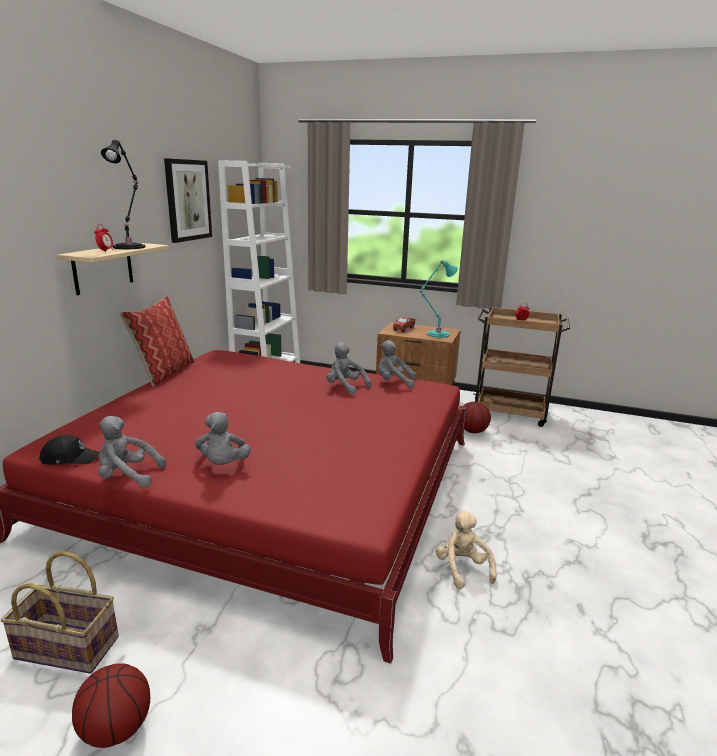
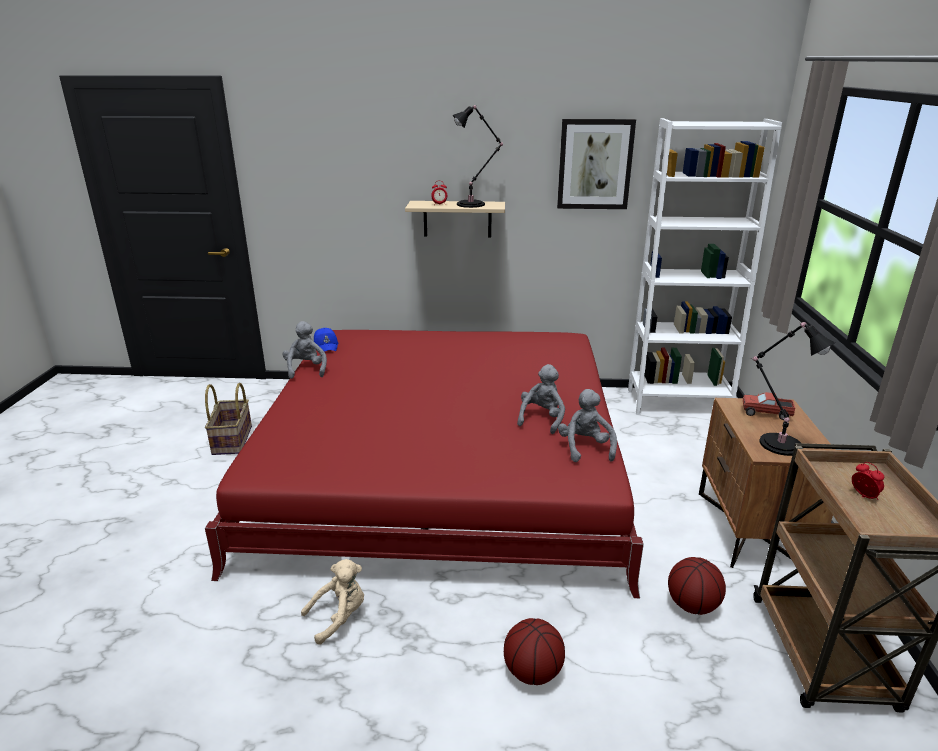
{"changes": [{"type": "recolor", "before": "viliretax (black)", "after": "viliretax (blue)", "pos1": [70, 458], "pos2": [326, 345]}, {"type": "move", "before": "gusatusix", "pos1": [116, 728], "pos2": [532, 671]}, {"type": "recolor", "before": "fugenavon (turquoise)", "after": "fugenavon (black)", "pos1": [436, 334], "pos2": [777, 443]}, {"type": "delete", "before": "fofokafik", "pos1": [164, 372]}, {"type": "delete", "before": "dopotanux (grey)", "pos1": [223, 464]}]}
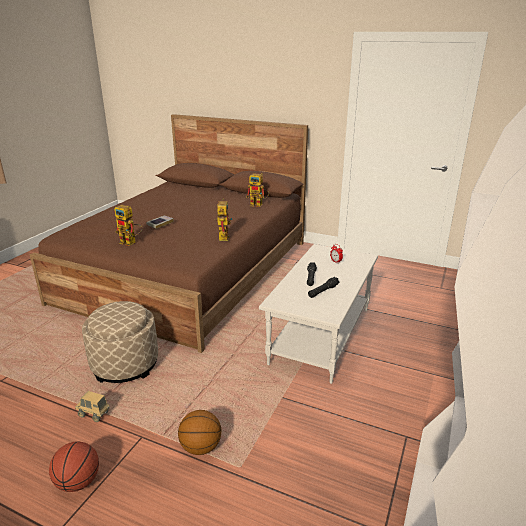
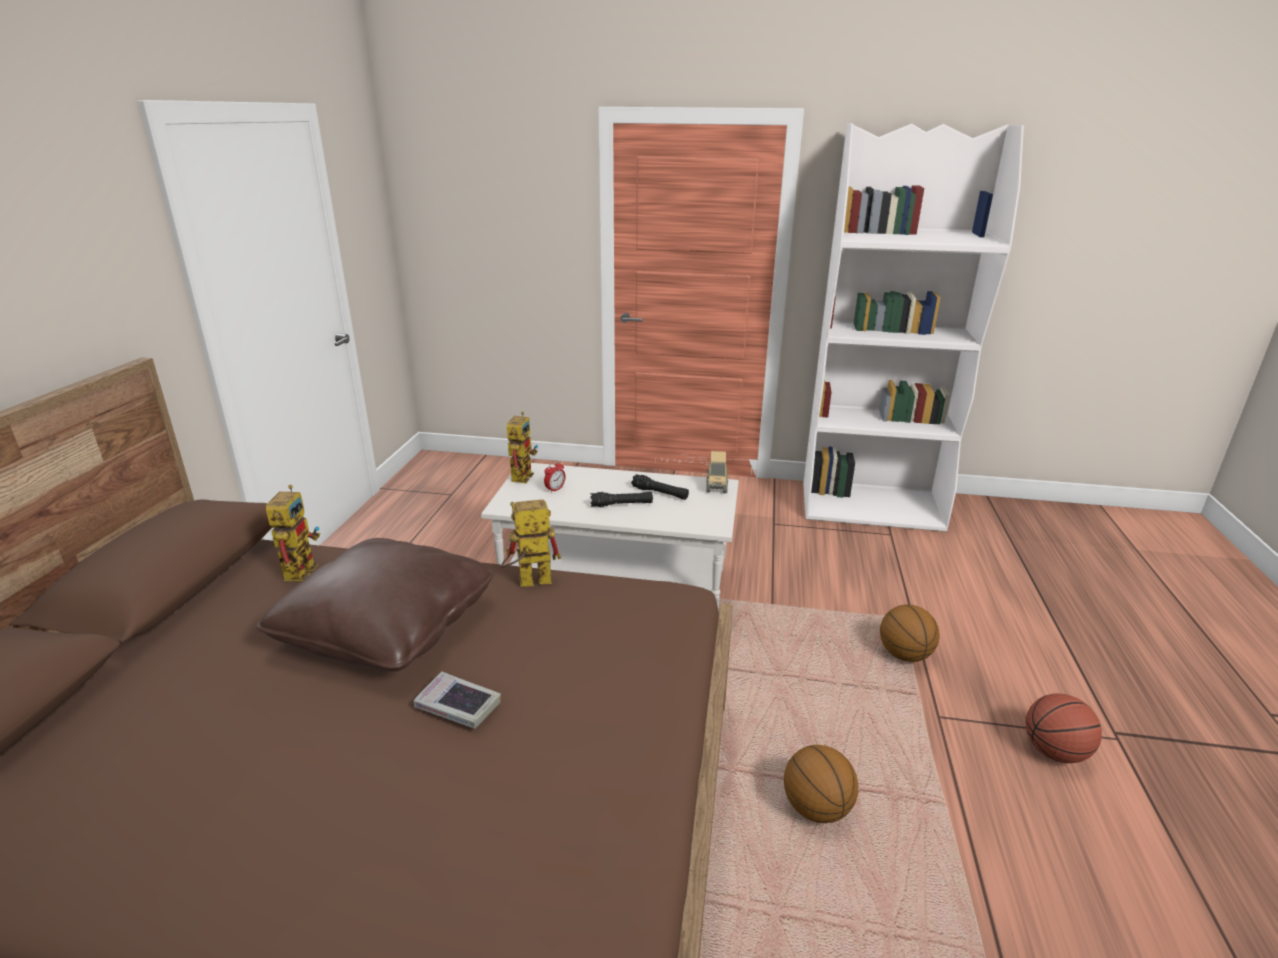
{"changes": [{"type": "insert", "after": "fofokafik (brown)", "pos2": [387, 627]}, {"type": "move", "before": "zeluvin", "pos1": [131, 243], "pos2": [522, 475]}, {"type": "move", "before": "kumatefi", "pos1": [94, 414], "pos2": [716, 486]}, {"type": "replace", "before": "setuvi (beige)", "after": "gusatusix", "pos1": [125, 364], "pos2": [816, 808]}]}
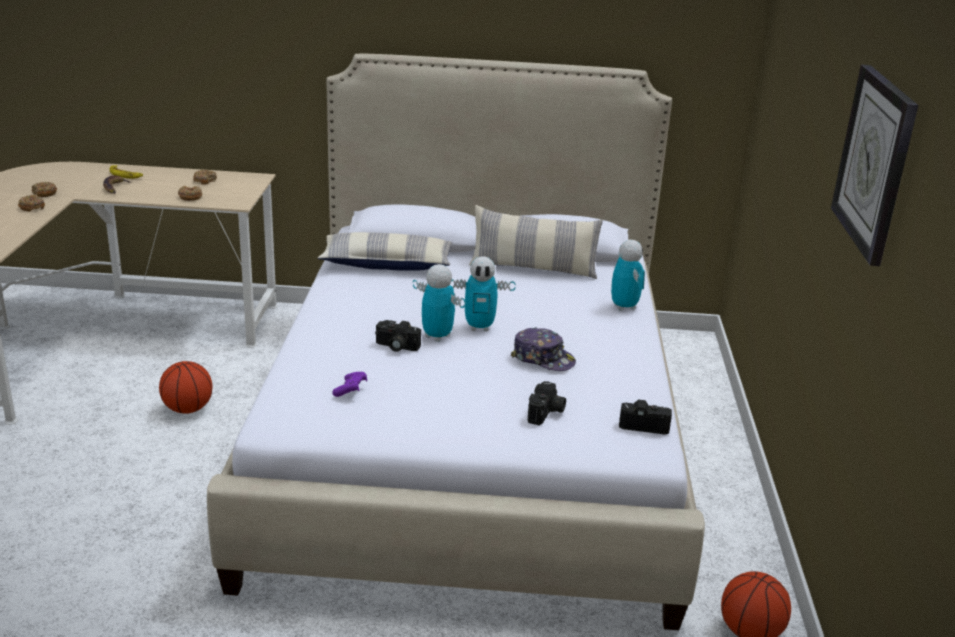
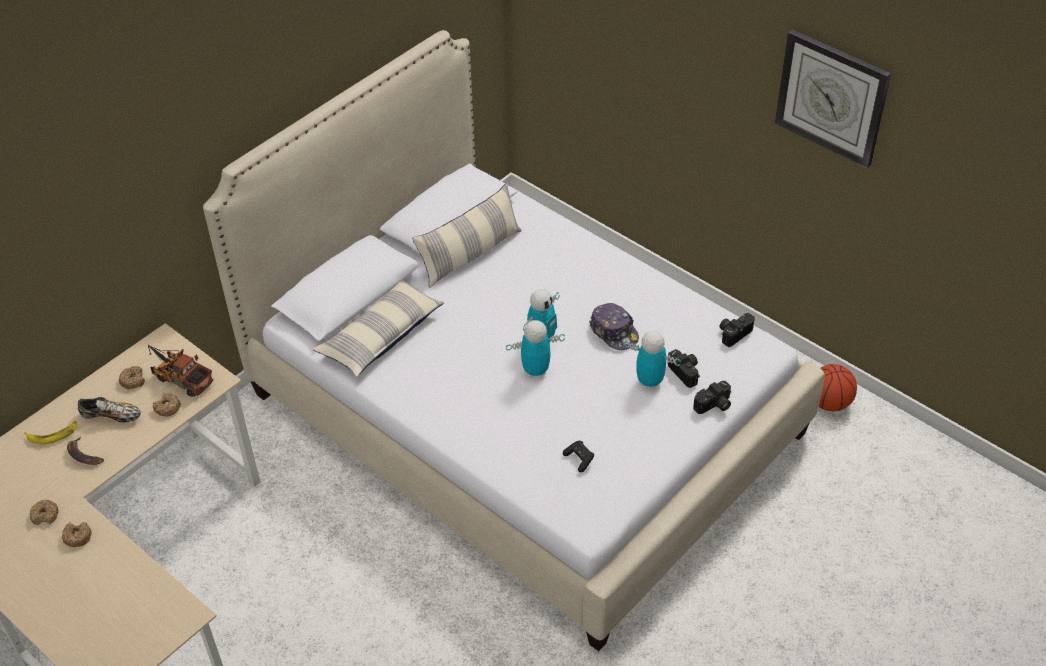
{"changes": [{"type": "insert", "after": "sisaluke", "pos2": [111, 416]}, {"type": "insert", "after": "kumatefi", "pos2": [180, 378]}, {"type": "recolor", "before": "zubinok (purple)", "after": "zubinok (black)", "pos1": [351, 390], "pos2": [579, 459]}, {"type": "rotate", "before": "viliretax", "pos1": [543, 359], "pos2": [614, 332], "turn": 75}, {"type": "move", "before": "zeluvin", "pos1": [624, 307], "pos2": [649, 382]}, {"type": "move", "before": "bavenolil", "pos1": [396, 346], "pos2": [714, 406]}, {"type": "delete", "before": "gusatusix", "pos1": [187, 409]}]}
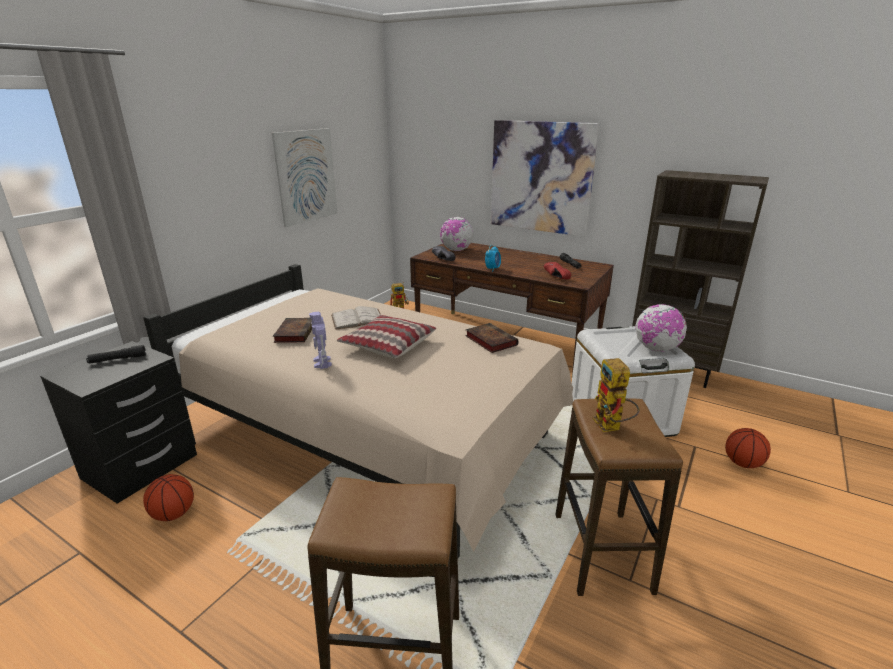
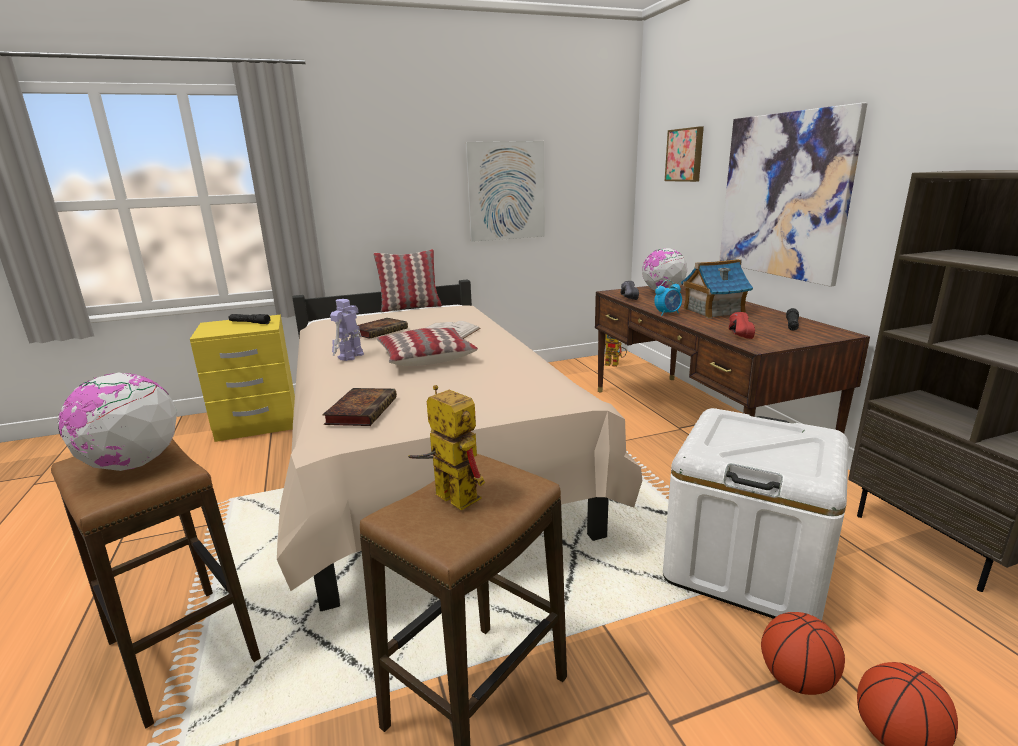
{"changes": [{"type": "move", "before": "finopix", "pos1": [656, 349], "pos2": [132, 464]}, {"type": "recolor", "before": "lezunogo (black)", "after": "lezunogo (yellow)", "pos1": [141, 467], "pos2": [258, 424]}, {"type": "move", "before": "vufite", "pos1": [489, 340], "pos2": [362, 410]}, {"type": "insert", "after": "fofokafik", "pos2": [410, 307]}, {"type": "rotate", "before": "zeluvin", "pos1": [611, 427], "pos2": [448, 495], "turn": 105}, {"type": "insert", "after": "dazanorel", "pos2": [685, 155]}, {"type": "insert", "after": "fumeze", "pos2": [713, 311]}, {"type": "move", "before": "gusatusix", "pos1": [173, 514], "pos2": [795, 679]}]}
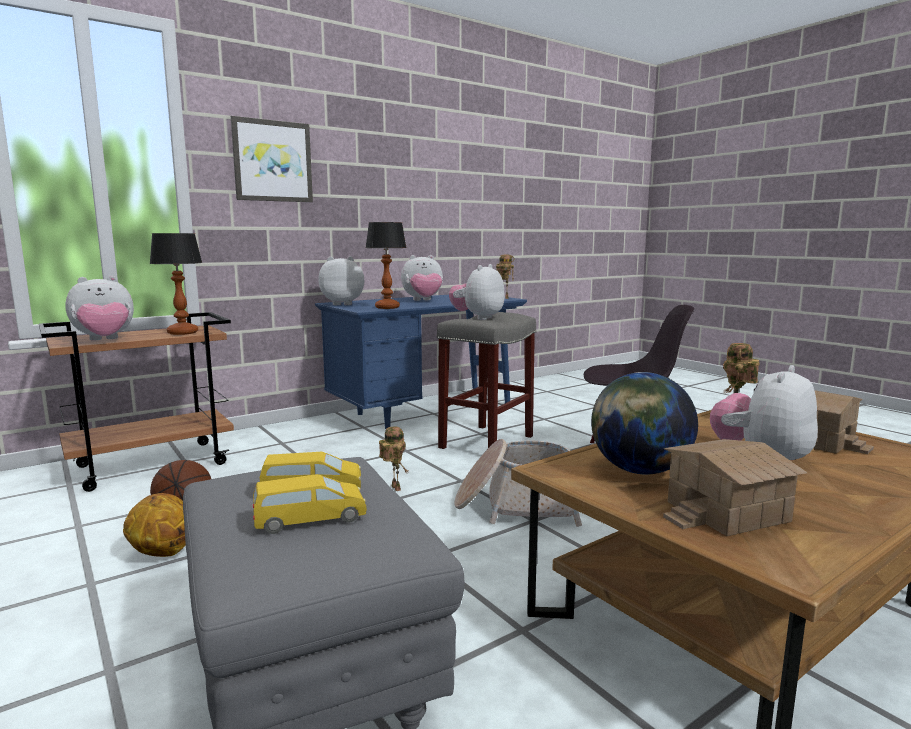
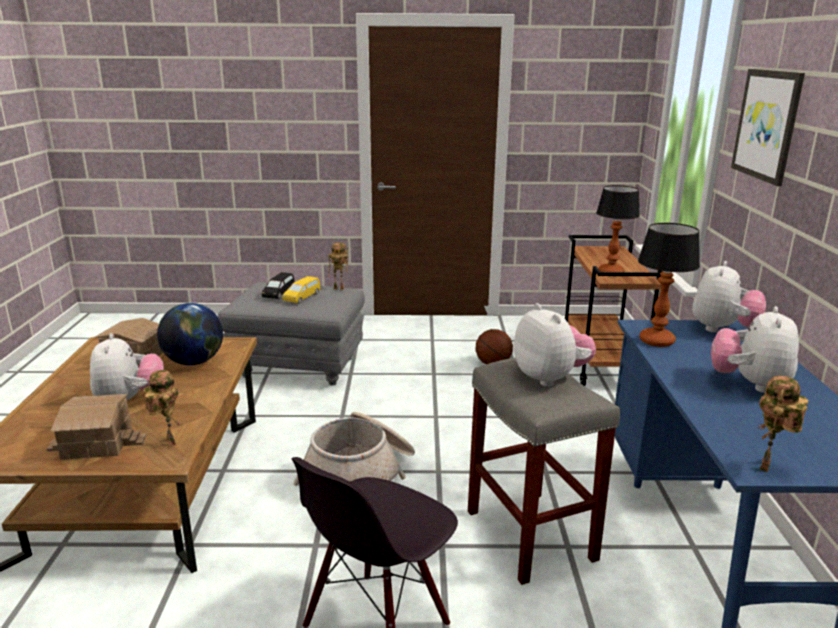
{"changes": [{"type": "recolor", "before": "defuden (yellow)", "after": "defuden (black)", "pos1": [310, 519], "pos2": [279, 293]}, {"type": "move", "before": "zeluvin", "pos1": [394, 488], "pos2": [339, 288]}, {"type": "delete", "before": "dopotanux", "pos1": [104, 340]}, {"type": "delete", "before": "gusatusix", "pos1": [162, 553]}]}
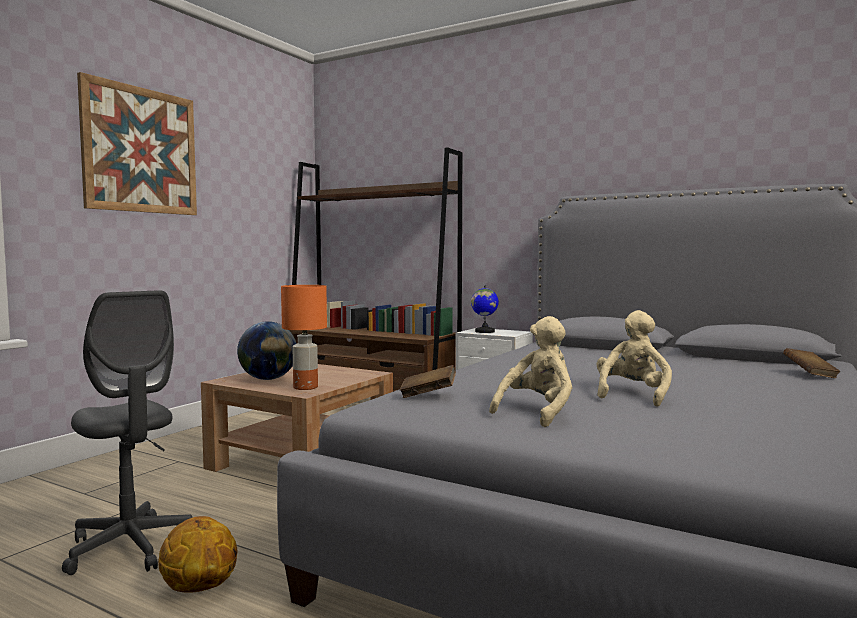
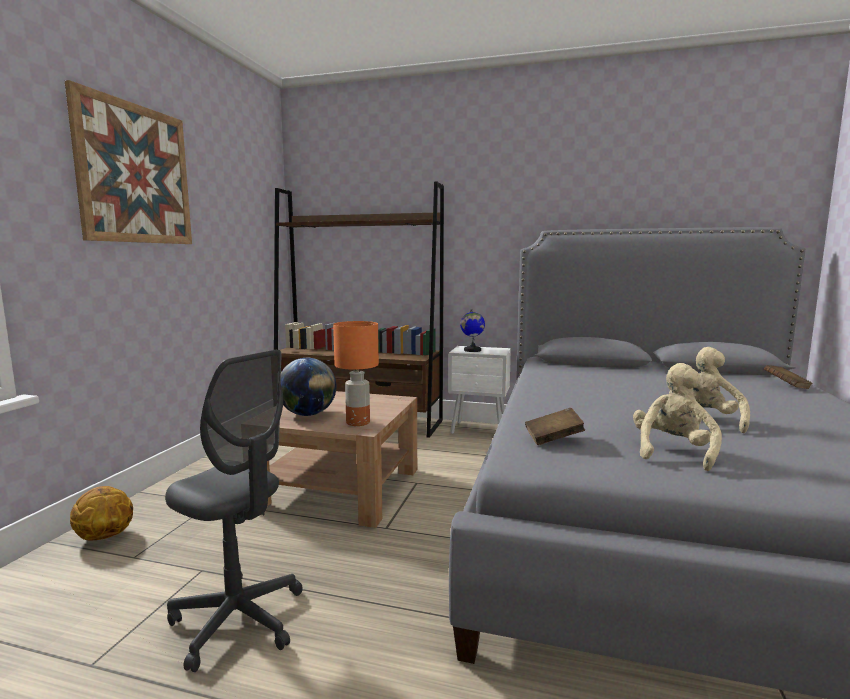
{"changes": [{"type": "move", "before": "gusatusix", "pos1": [199, 588], "pos2": [104, 536]}]}
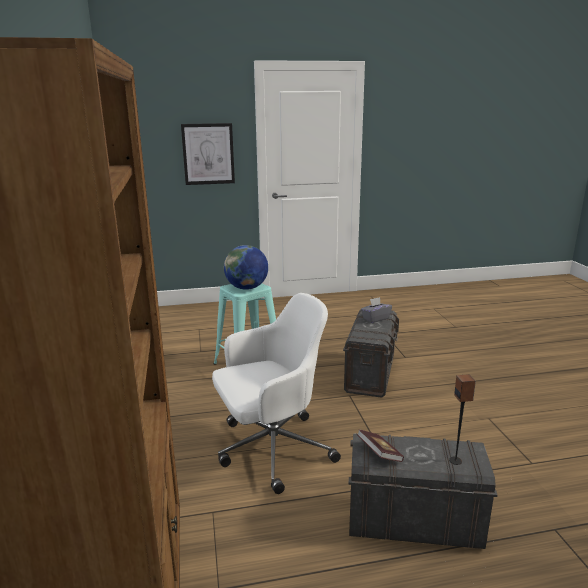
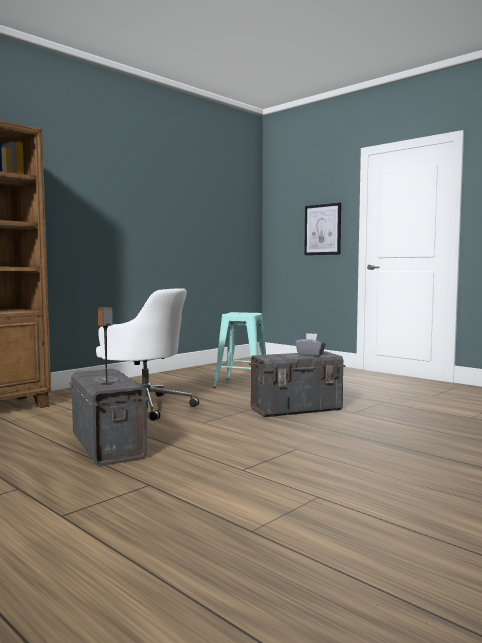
{"changes": [{"type": "delete", "before": "finopix", "pos1": [247, 288]}, {"type": "delete", "before": "vufite", "pos1": [379, 454]}]}
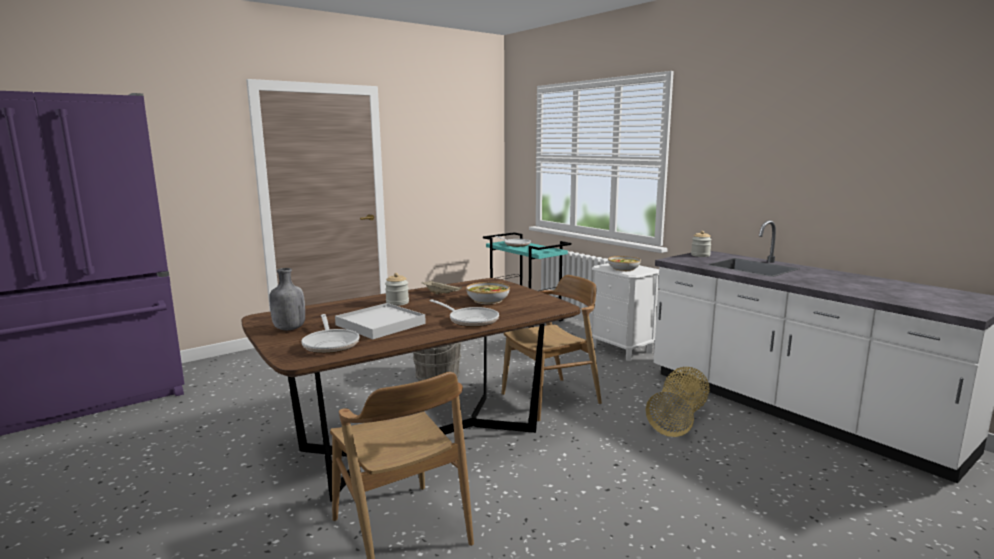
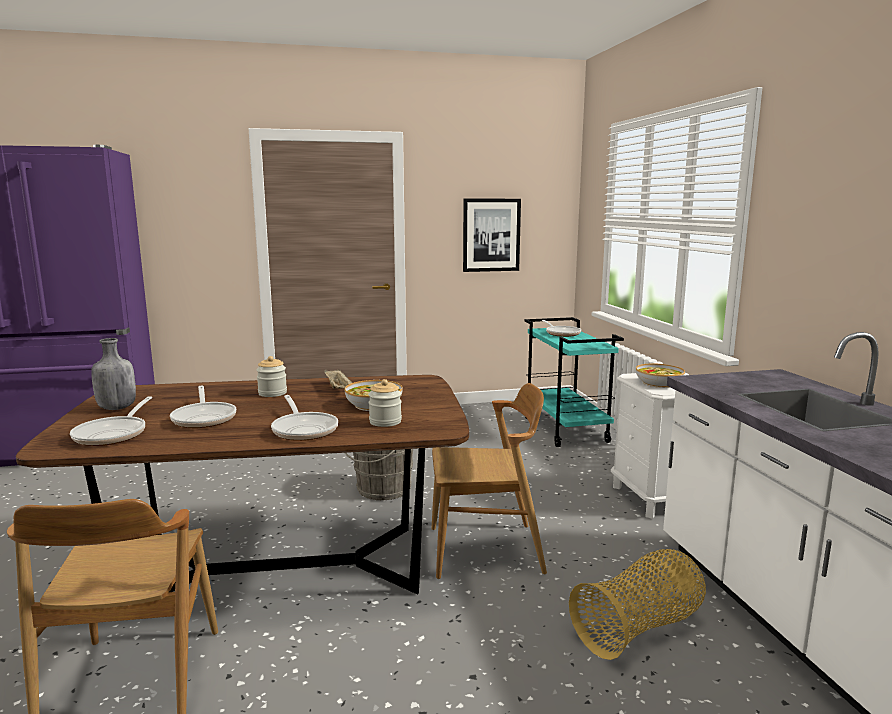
{"changes": [{"type": "replace", "before": "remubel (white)", "after": "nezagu", "pos1": [380, 324], "pos2": [204, 418]}, {"type": "move", "before": "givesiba", "pos1": [700, 255], "pos2": [385, 422]}, {"type": "insert", "after": "dazanorel", "pos2": [491, 235]}]}
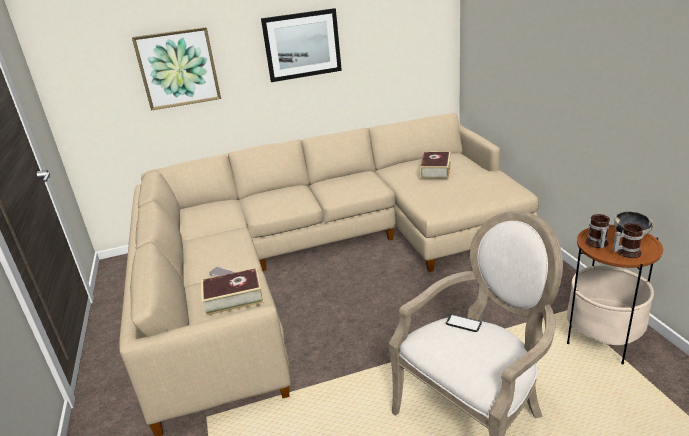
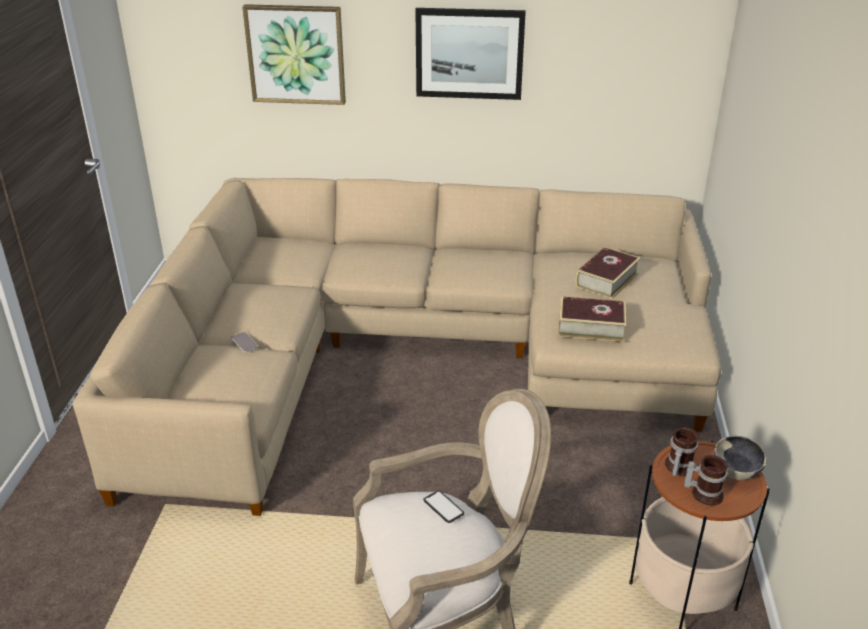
{"changes": [{"type": "move", "before": "vufite", "pos1": [233, 298], "pos2": [590, 326]}]}
